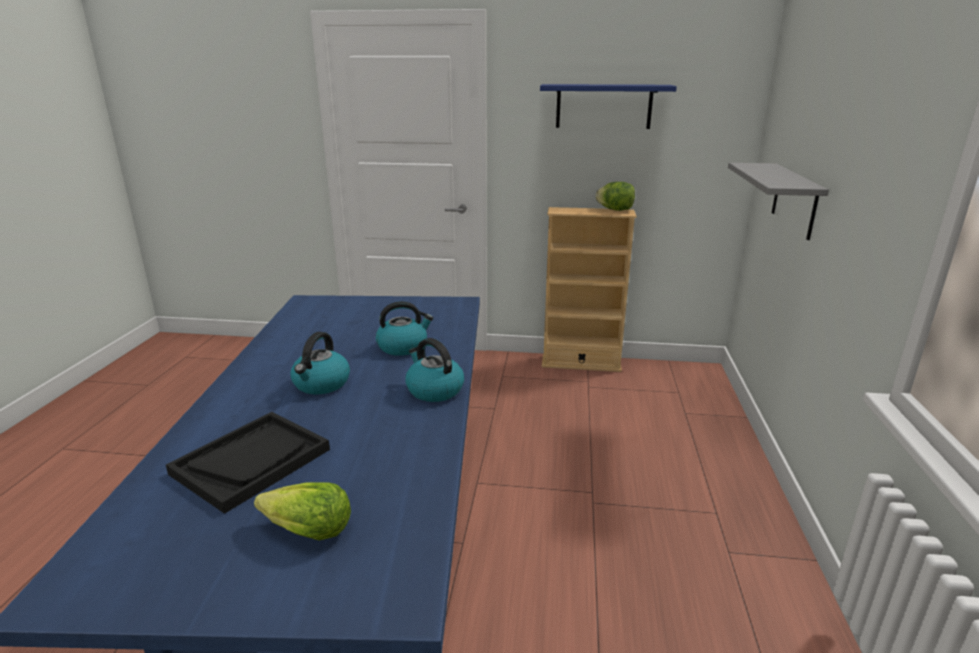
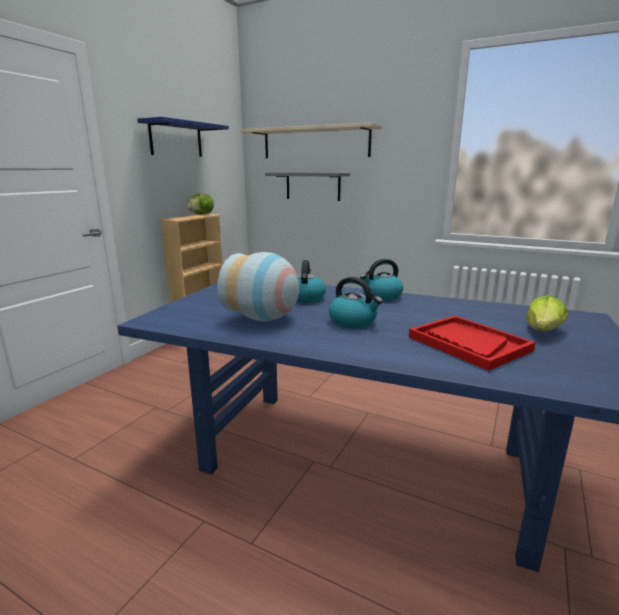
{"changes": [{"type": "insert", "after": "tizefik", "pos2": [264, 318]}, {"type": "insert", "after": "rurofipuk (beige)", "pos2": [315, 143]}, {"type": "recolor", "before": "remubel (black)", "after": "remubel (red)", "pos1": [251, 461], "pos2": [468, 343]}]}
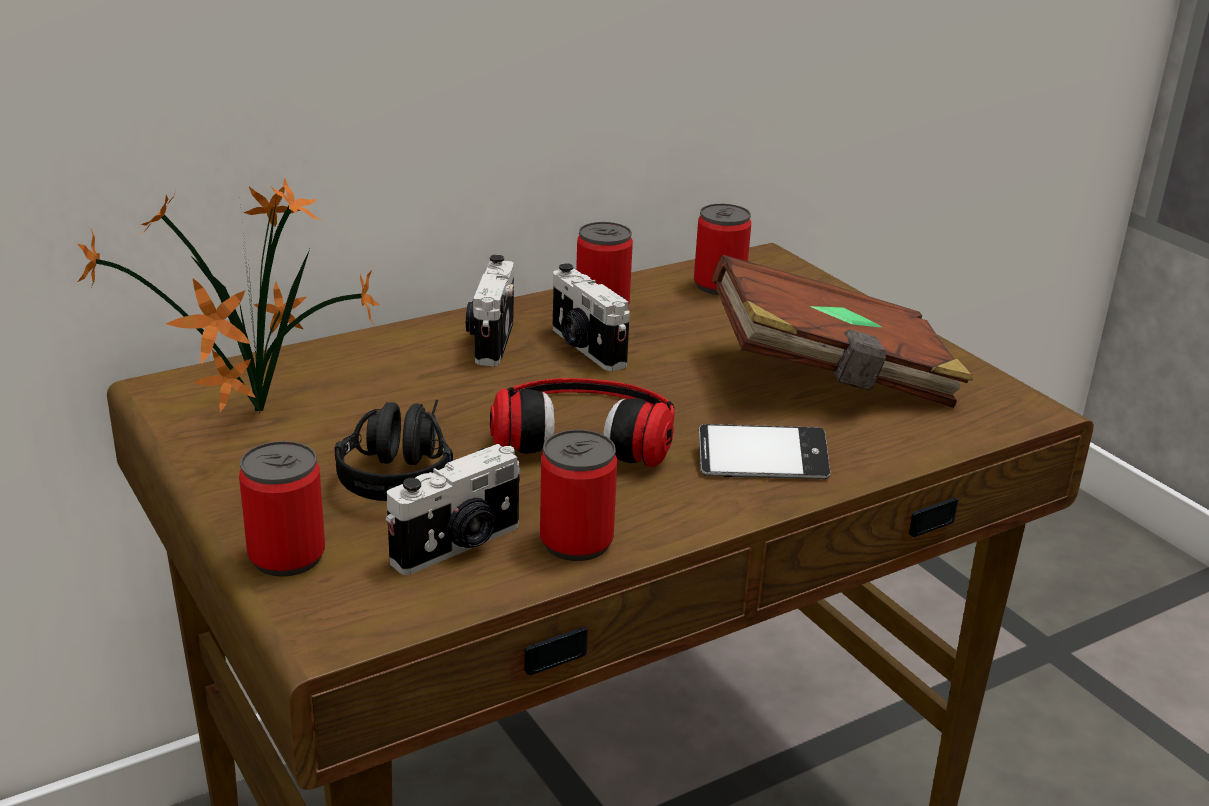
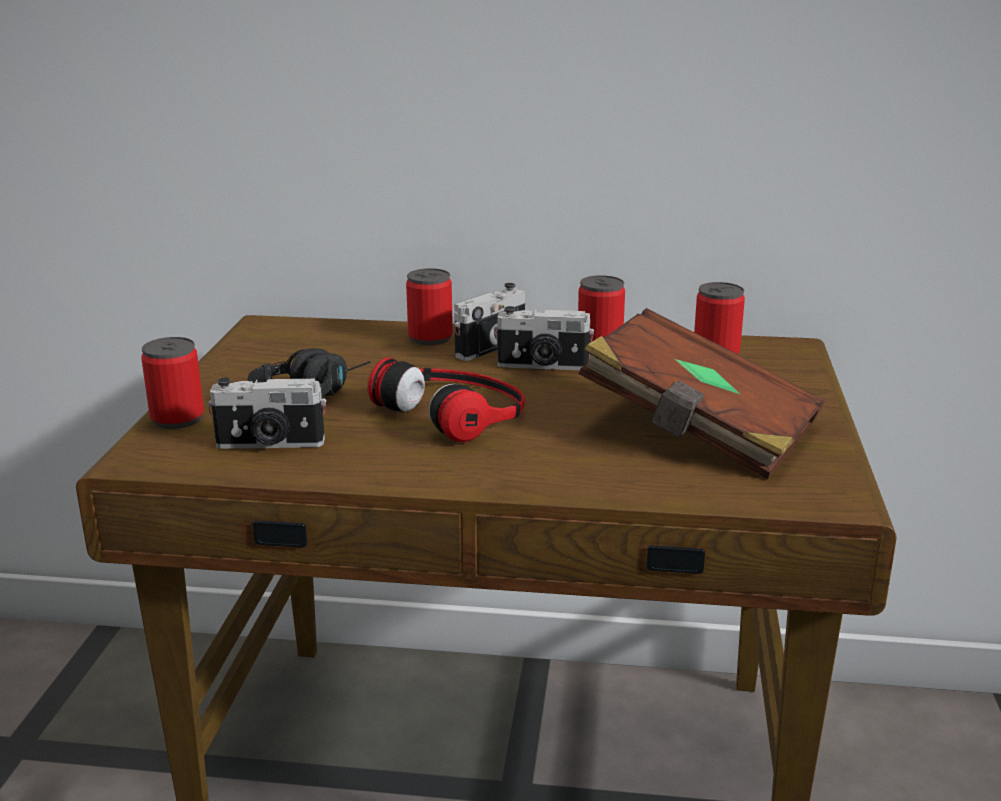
{"changes": [{"type": "move", "before": "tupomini", "pos1": [576, 542], "pos2": [430, 338]}, {"type": "rotate", "before": "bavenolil", "pos1": [585, 348], "pos2": [543, 366], "turn": -90}, {"type": "delete", "before": "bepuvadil", "pos1": [255, 417]}, {"type": "delete", "before": "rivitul", "pos1": [762, 462]}]}
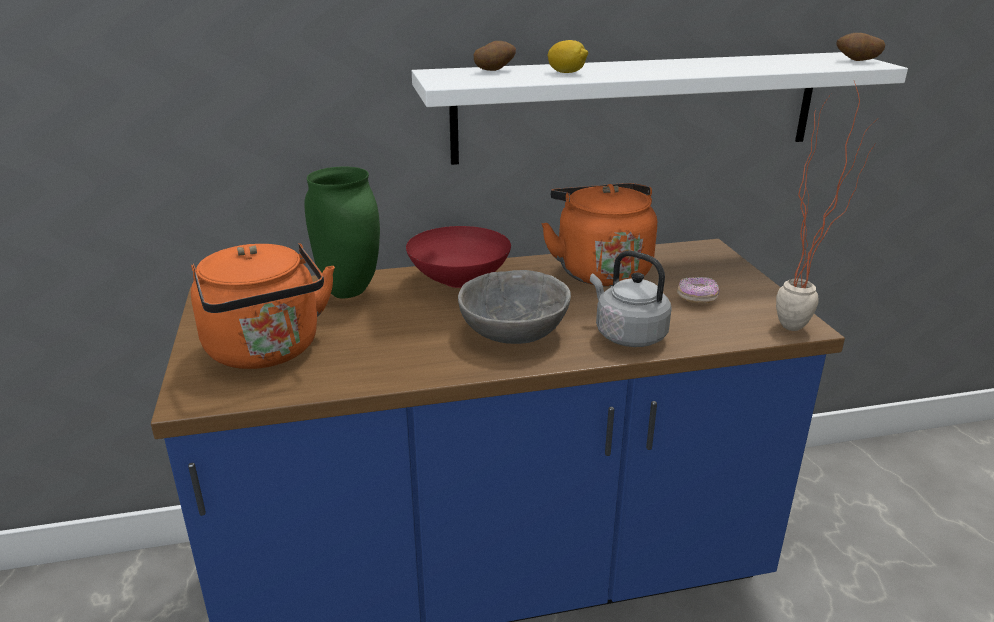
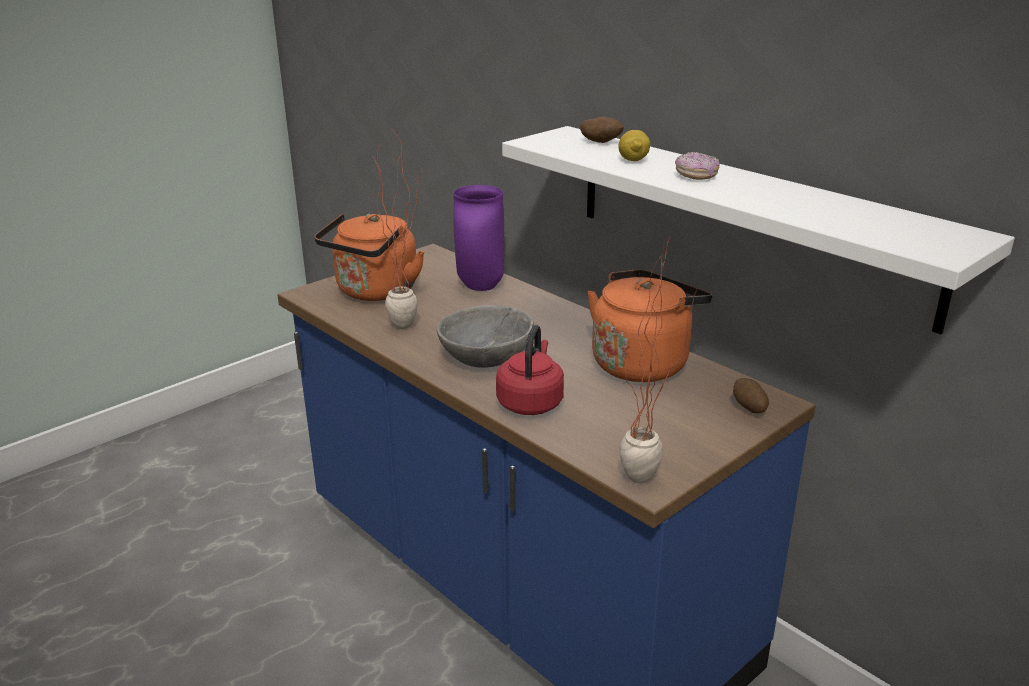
{"changes": [{"type": "insert", "after": "bepuvadil", "pos2": [409, 322]}, {"type": "recolor", "before": "tizefik (green)", "after": "tizefik (purple)", "pos1": [347, 292], "pos2": [479, 286]}, {"type": "recolor", "before": "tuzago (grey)", "after": "tuzago (red)", "pos1": [627, 335], "pos2": [531, 402]}, {"type": "move", "before": "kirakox", "pos1": [697, 299], "pos2": [696, 176]}, {"type": "move", "before": "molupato", "pos1": [857, 61], "pos2": [749, 408]}, {"type": "delete", "before": "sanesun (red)", "pos1": [457, 281]}]}
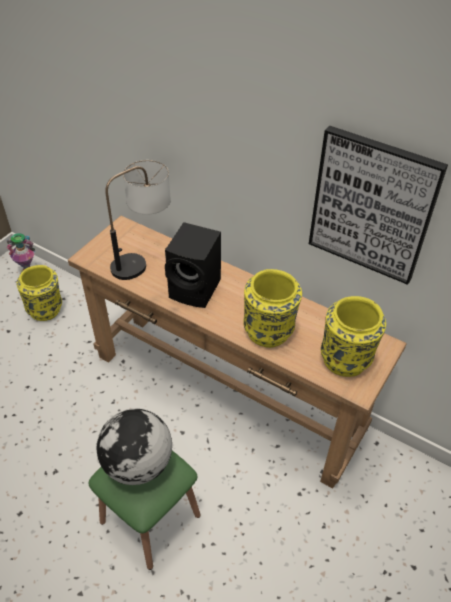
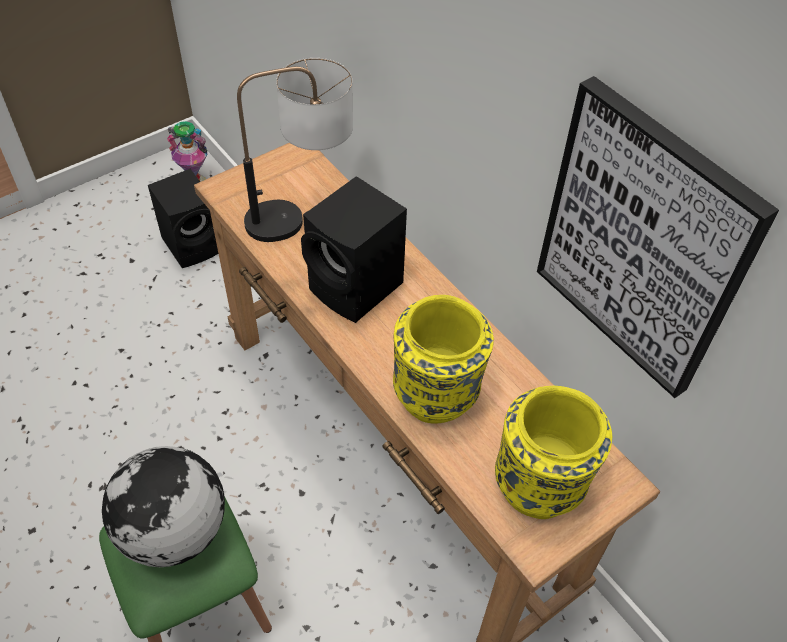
{"changes": [{"type": "replace", "before": "tizefik (yellow)", "after": "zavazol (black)", "pos1": [46, 309], "pos2": [194, 244]}]}
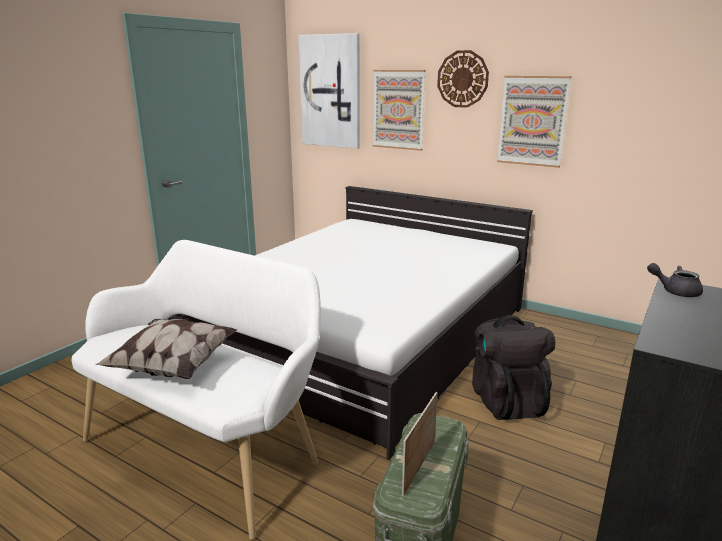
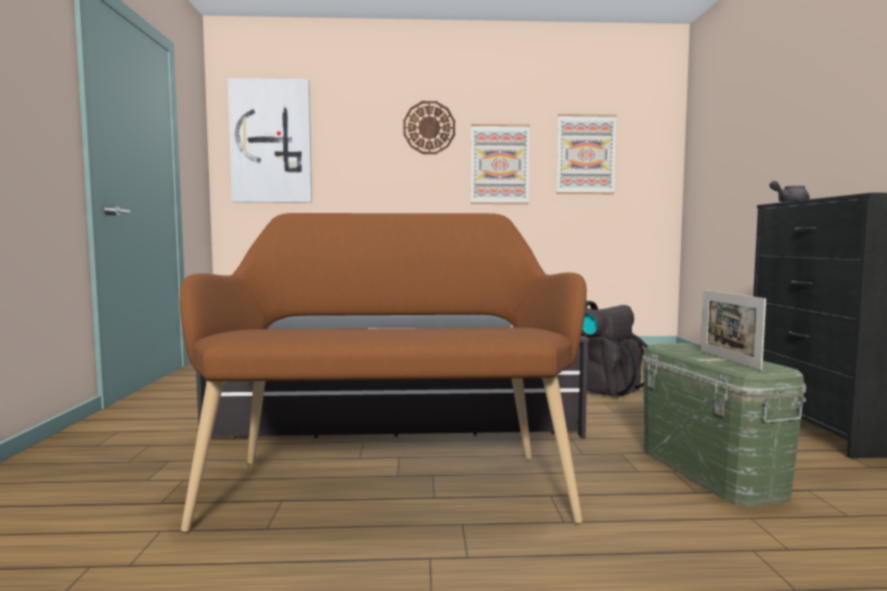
{"changes": [{"type": "recolor", "before": "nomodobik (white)", "after": "nomodobik (brown)", "pos1": [209, 447], "pos2": [389, 483]}, {"type": "move", "before": "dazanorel", "pos1": [398, 109], "pos2": [585, 154]}, {"type": "delete", "before": "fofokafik", "pos1": [173, 366]}]}
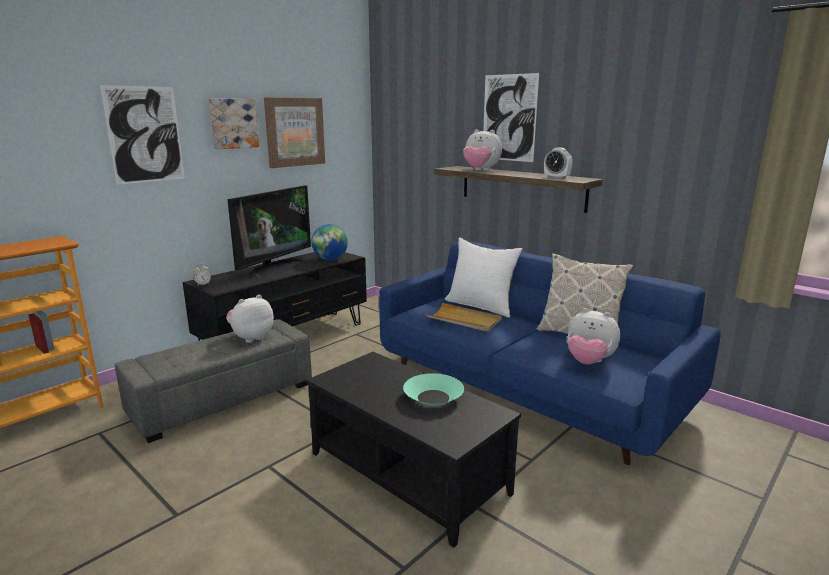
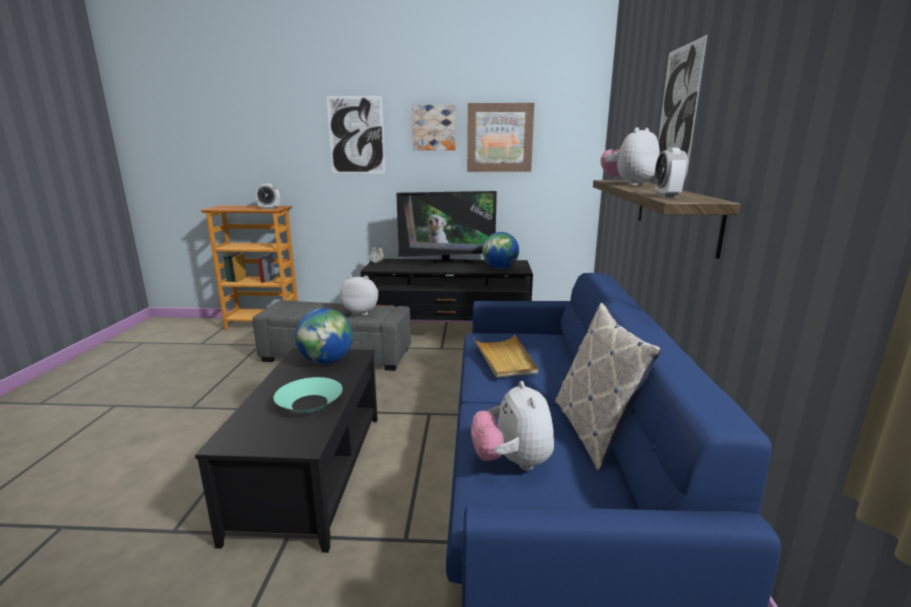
{"changes": [{"type": "insert", "after": "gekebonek", "pos2": [269, 208]}, {"type": "insert", "after": "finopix", "pos2": [326, 361]}, {"type": "rotate", "before": "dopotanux", "pos1": [480, 170], "pos2": [628, 184], "turn": 60}, {"type": "delete", "before": "fofokafik (white)", "pos1": [481, 306]}]}
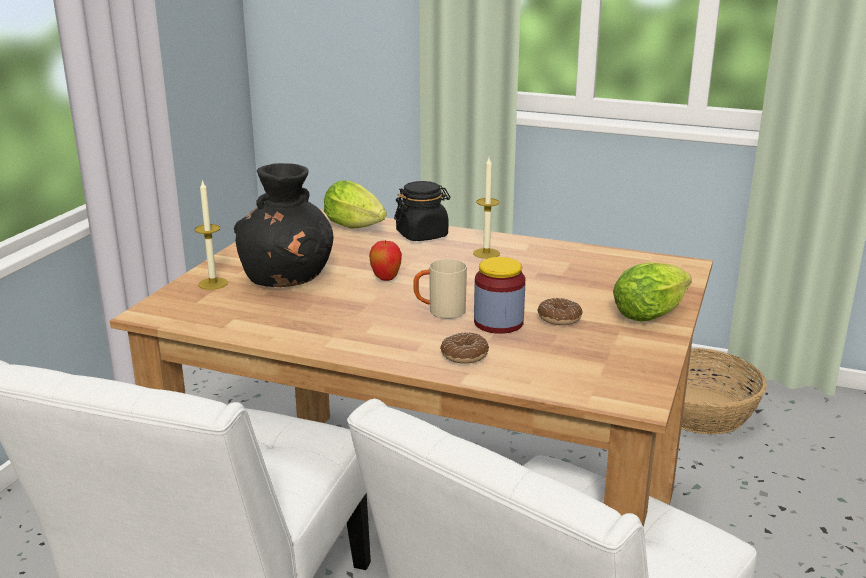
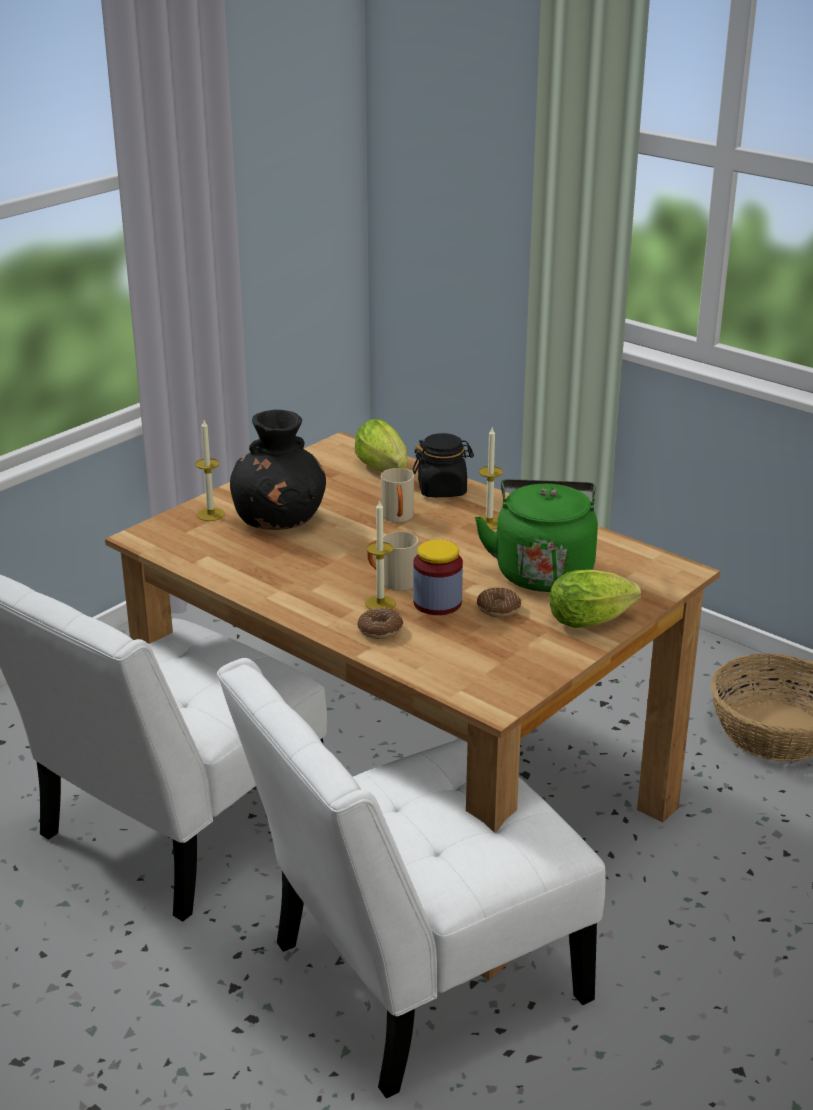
{"changes": [{"type": "insert", "after": "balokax", "pos2": [380, 603]}, {"type": "insert", "after": "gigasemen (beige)", "pos2": [398, 518]}, {"type": "insert", "after": "tuzago (green)", "pos2": [542, 571]}, {"type": "delete", "before": "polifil", "pos1": [386, 279]}]}
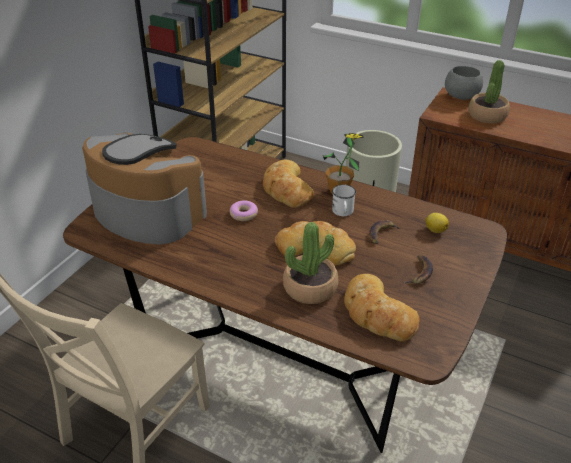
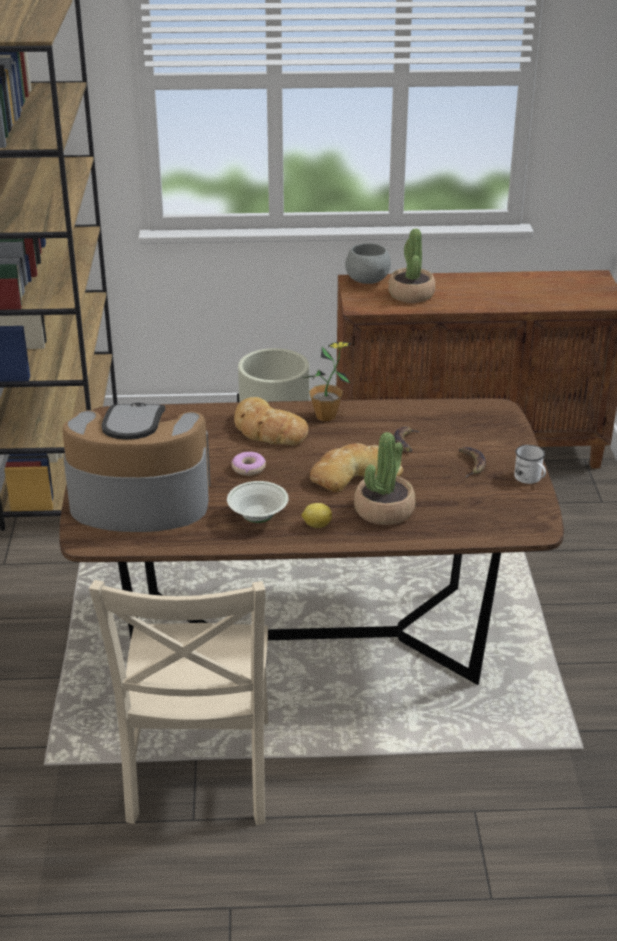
{"changes": [{"type": "insert", "after": "sanesun (white)", "pos2": [258, 517]}, {"type": "move", "before": "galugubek", "pos1": [435, 230], "pos2": [316, 525]}, {"type": "move", "before": "gigasemen (white)", "pos1": [343, 212], "pos2": [530, 479]}, {"type": "delete", "before": "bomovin", "pos1": [377, 314]}]}
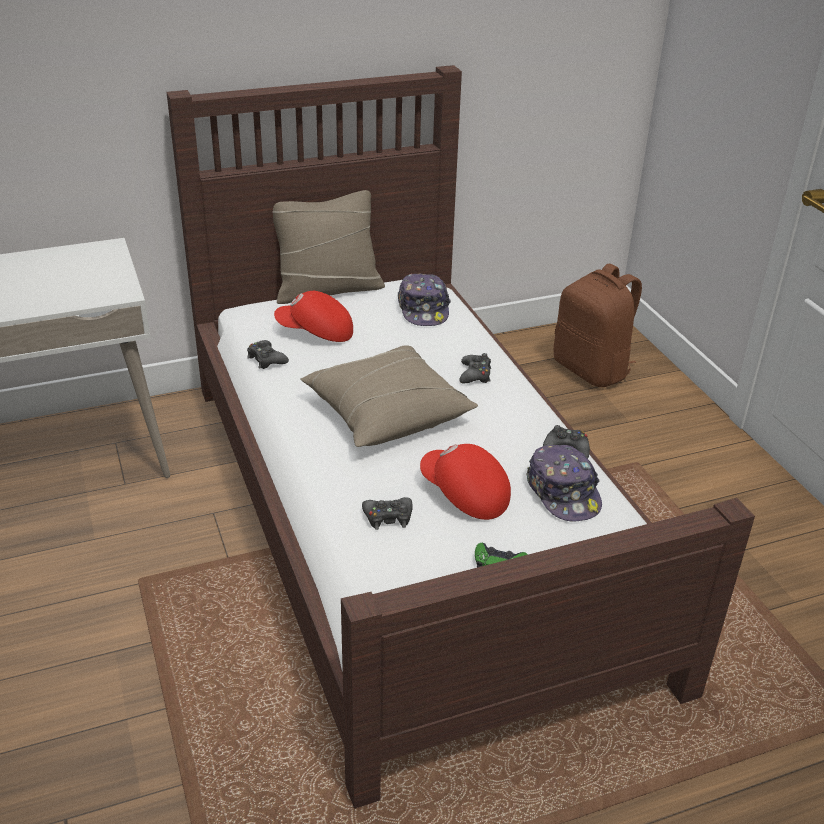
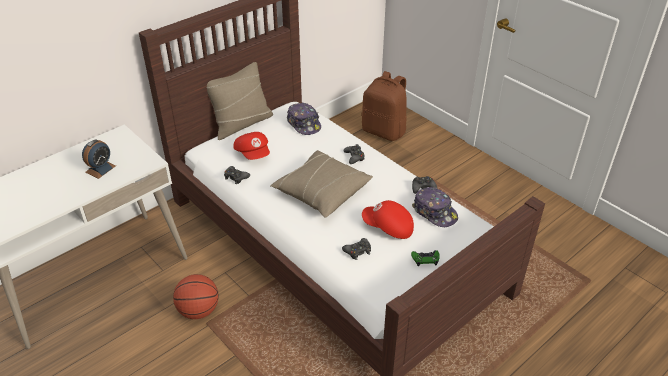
{"changes": [{"type": "insert", "after": "gekebonek", "pos2": [100, 169]}, {"type": "insert", "after": "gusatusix", "pos2": [199, 310]}, {"type": "rotate", "before": "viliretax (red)", "pos1": [316, 333], "pos2": [253, 153], "turn": -105}]}
